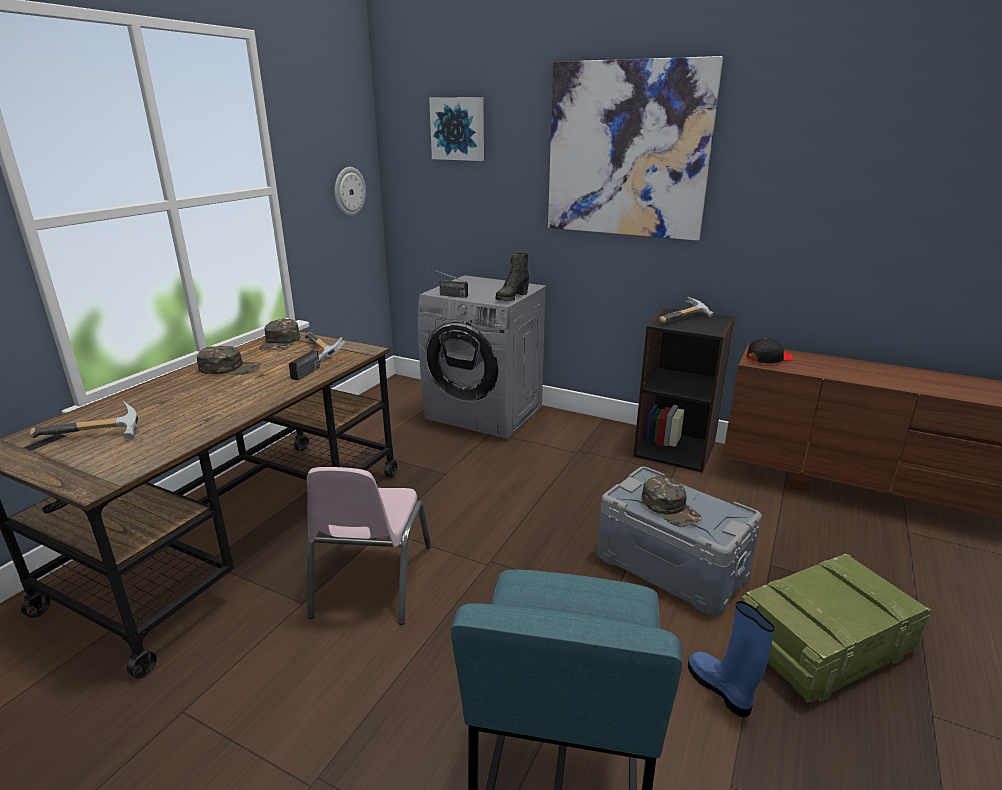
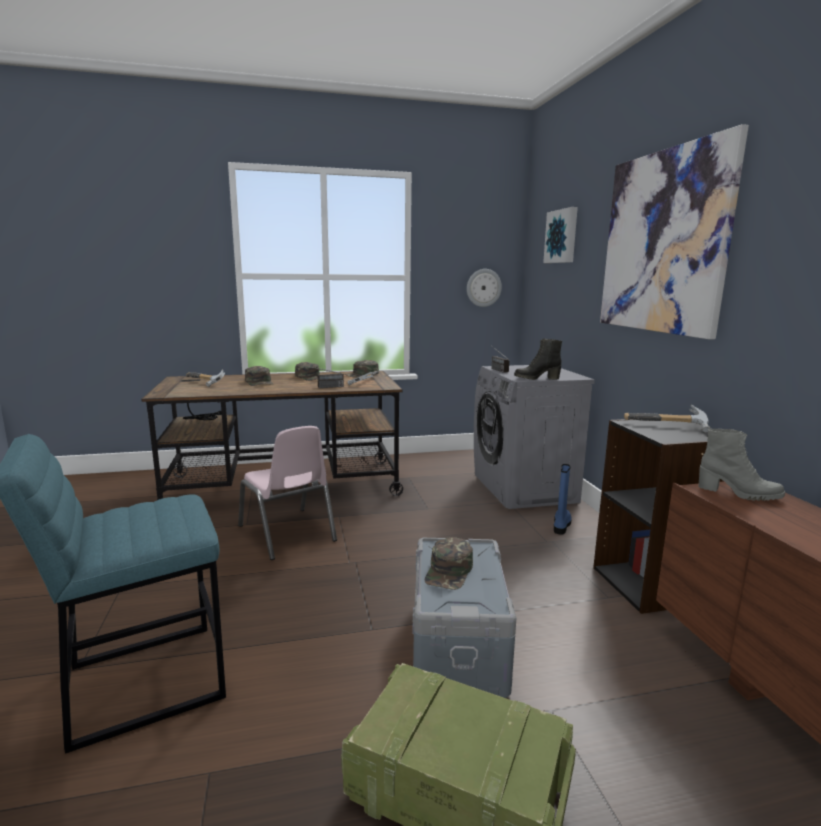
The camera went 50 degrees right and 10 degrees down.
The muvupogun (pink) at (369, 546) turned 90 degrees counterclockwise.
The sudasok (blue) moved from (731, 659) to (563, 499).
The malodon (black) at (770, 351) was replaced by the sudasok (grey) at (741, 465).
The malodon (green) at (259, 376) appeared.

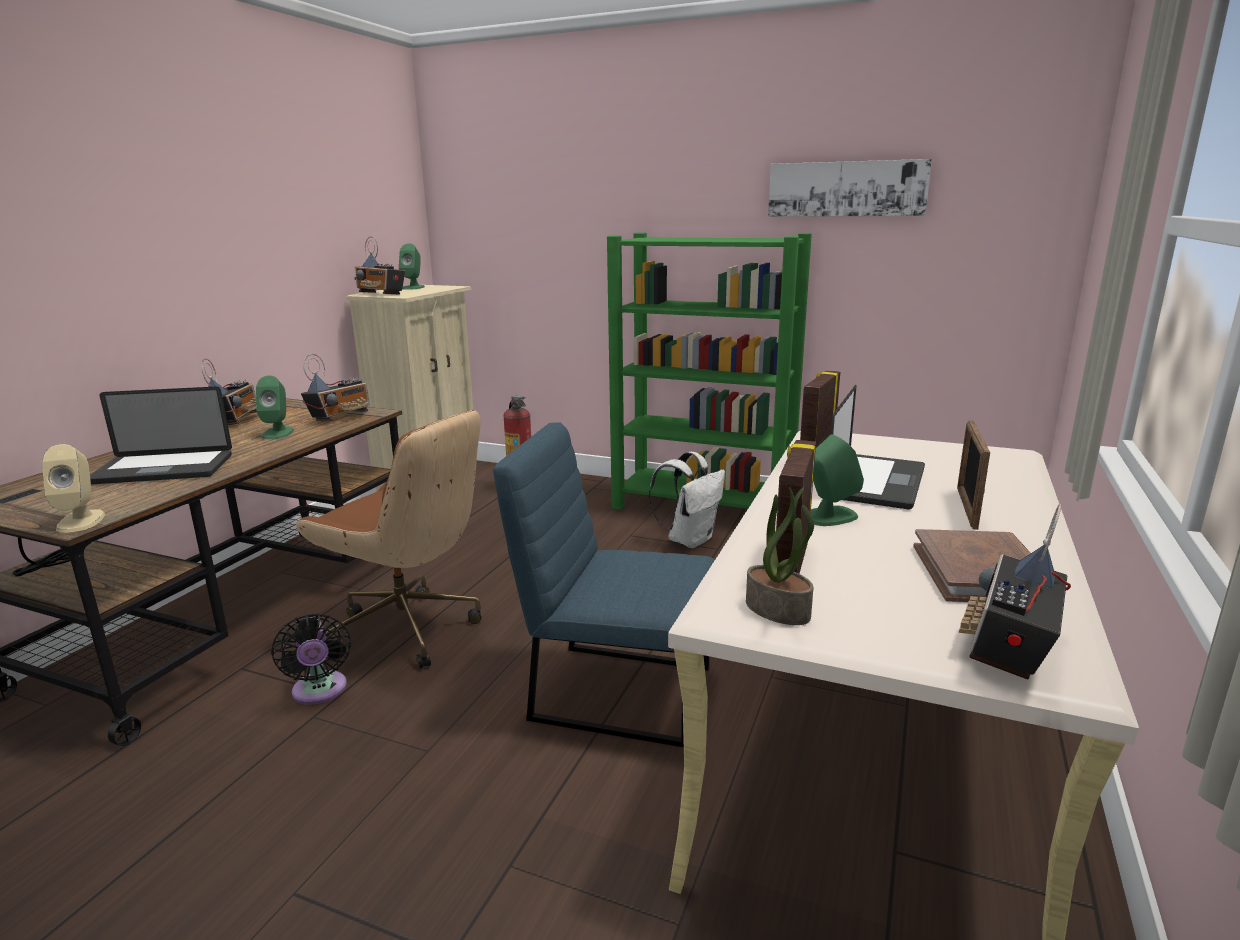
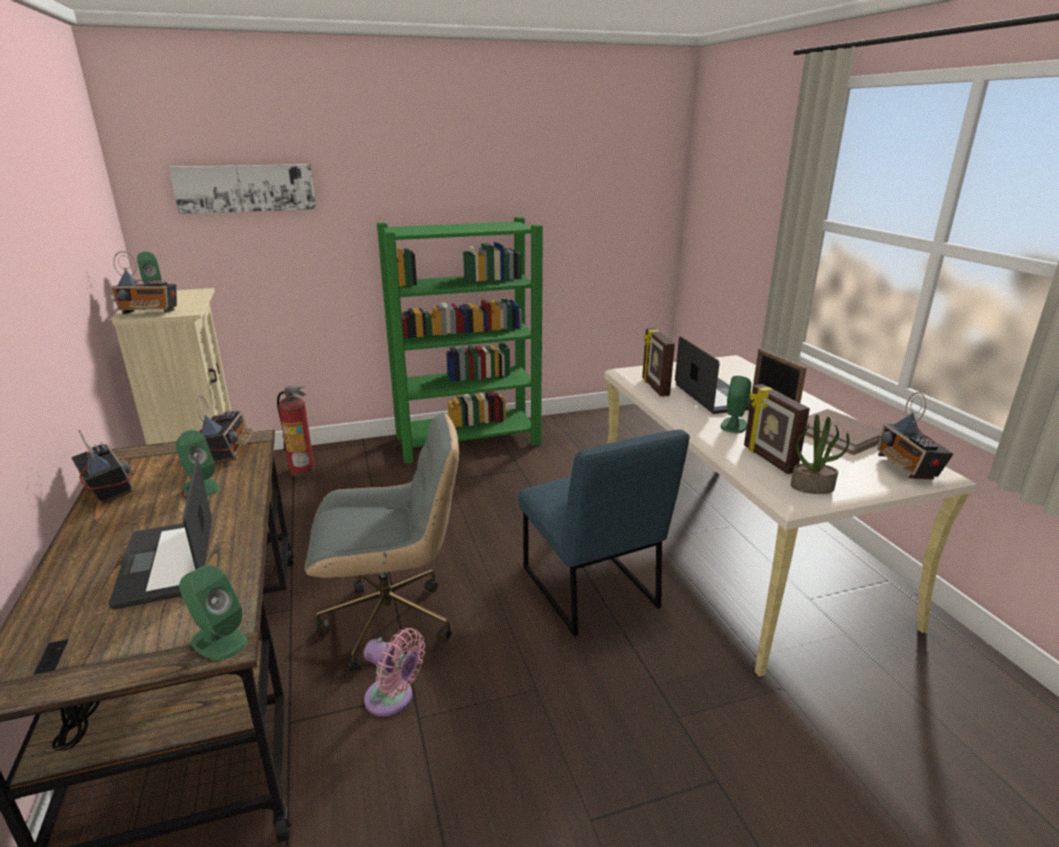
The camera went 40 degrees left and 5 degrees up.
The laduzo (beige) at (73, 488) became the laduzo (green) at (213, 612).
The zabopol at (161, 436) turned 120 degrees clockwise.
The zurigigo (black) at (311, 658) became the zurigigo (pink) at (394, 672).
The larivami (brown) at (388, 539) became the larivami (grey) at (382, 542).
The muvupogun (blue) at (604, 584) turned 90 degrees counterclockwise.
The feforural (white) at (687, 500) disappeared.
The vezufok moved from (850, 188) to (242, 189).

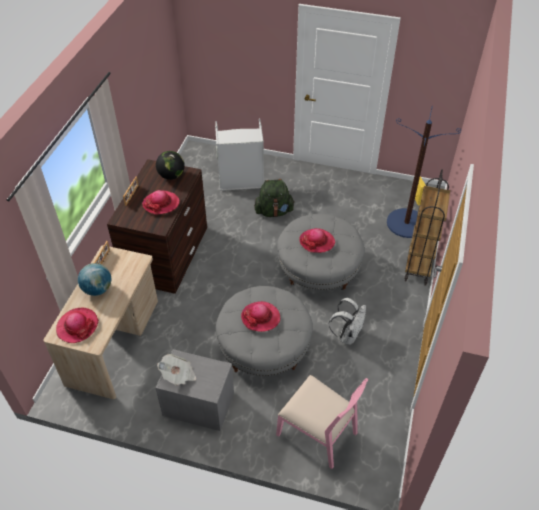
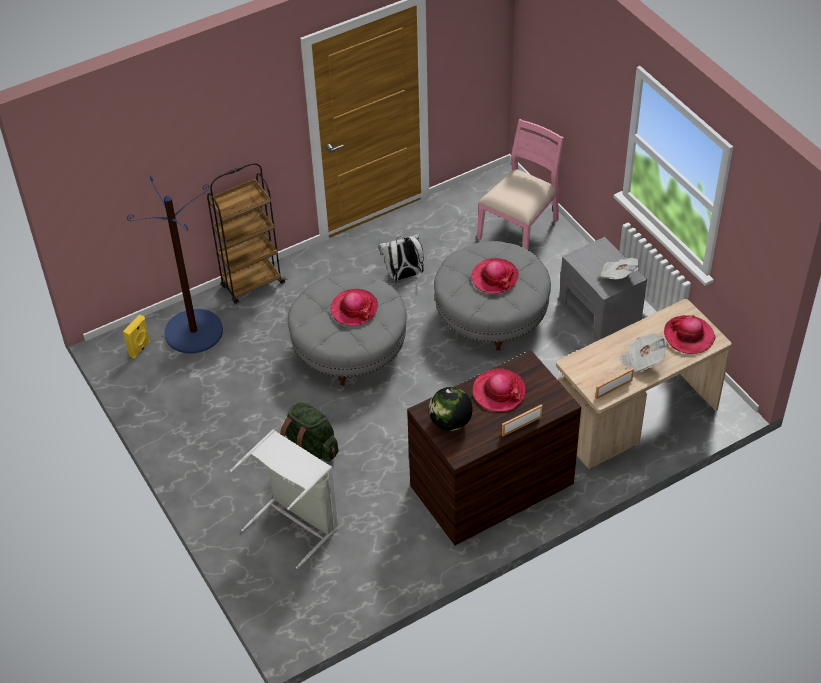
The camera went 135 degrees left and 0 degrees up.
The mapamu at (94, 279) was replaced by the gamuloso at (643, 353).
The muvupogun (pink) at (322, 422) turned 45 degrees clockwise.

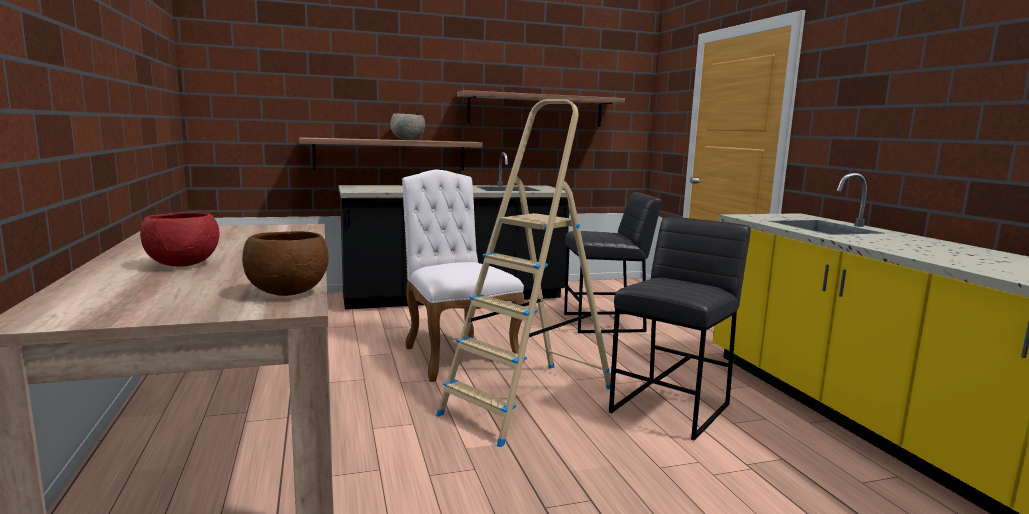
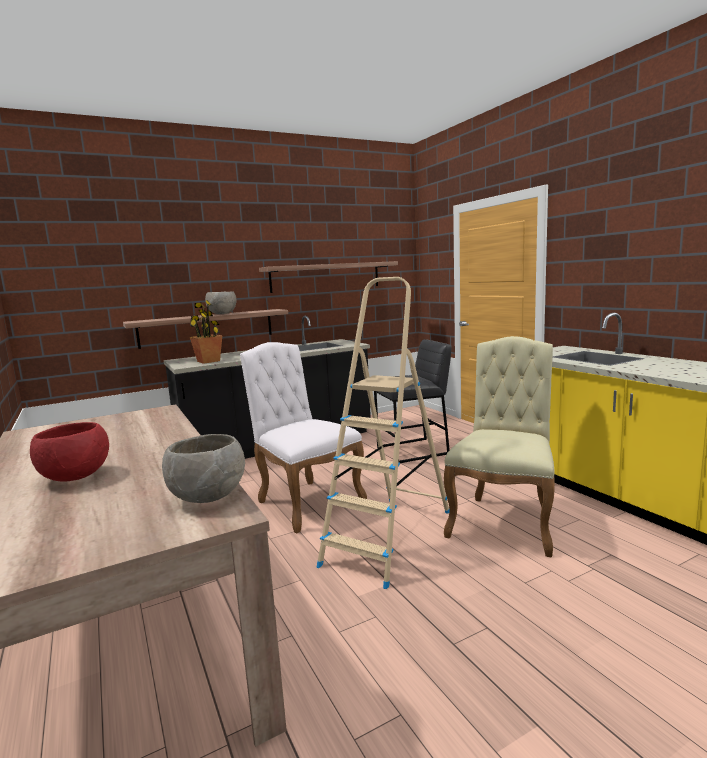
The camera went 10 degrees left and 0 degrees up.
The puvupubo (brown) at (285, 263) became the puvupubo (grey) at (203, 468).
The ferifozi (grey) at (680, 328) was replaced by the muvupogun (beige) at (499, 446).
The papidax at (206, 332) appeared.

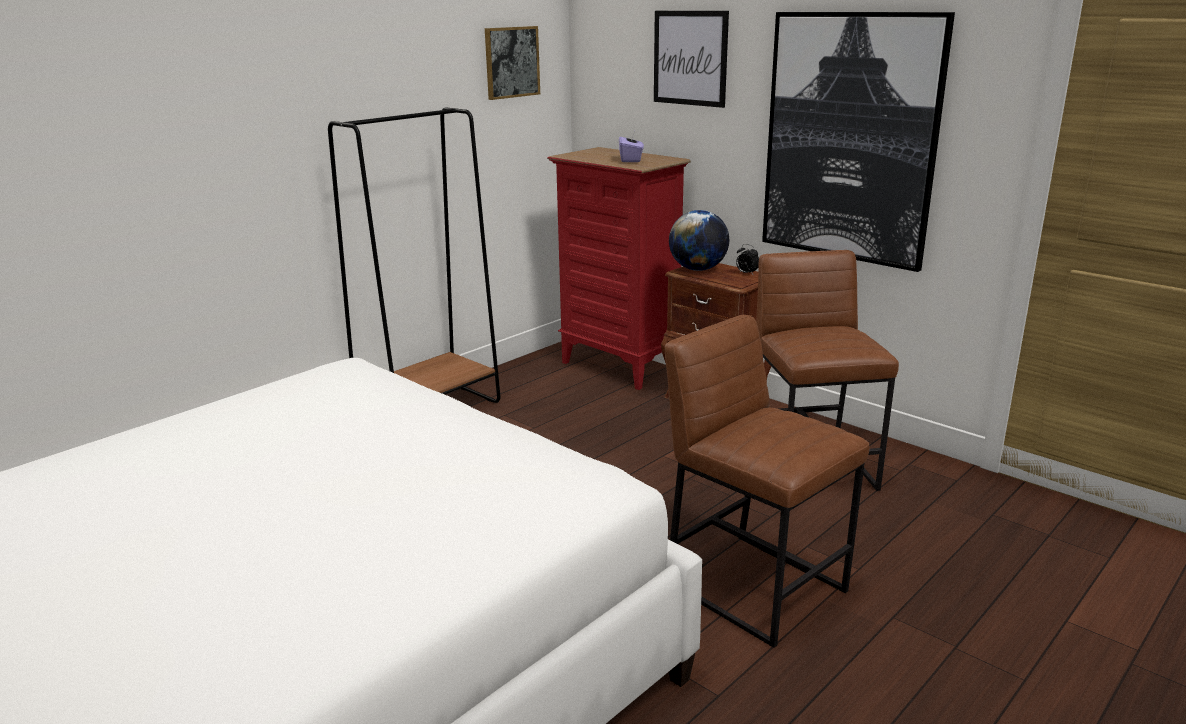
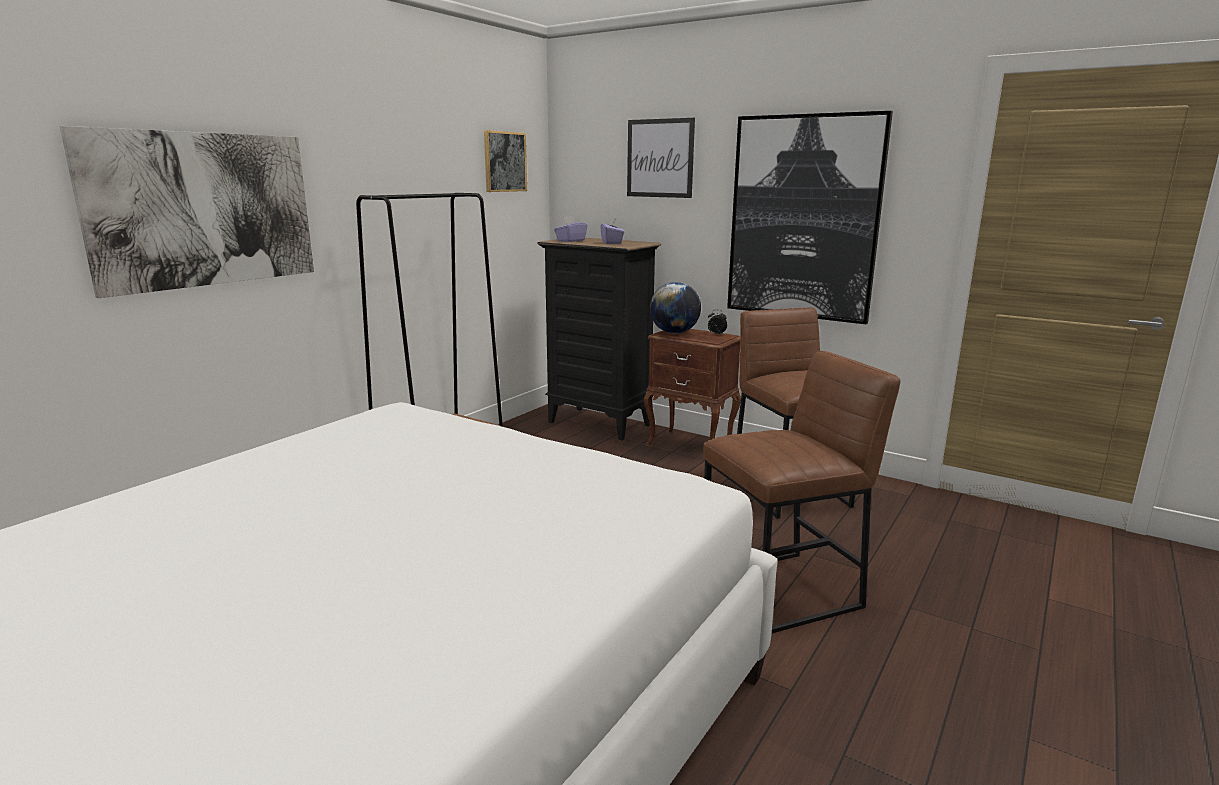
The camera went 10 degrees left and 5 degrees down.
The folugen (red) at (619, 268) became the folugen (black) at (599, 339).
The muvupogun (brown) at (767, 481) turned 120 degrees clockwise.
The vezufok at (187, 212) appeared.
The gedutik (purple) at (571, 229) appeared.

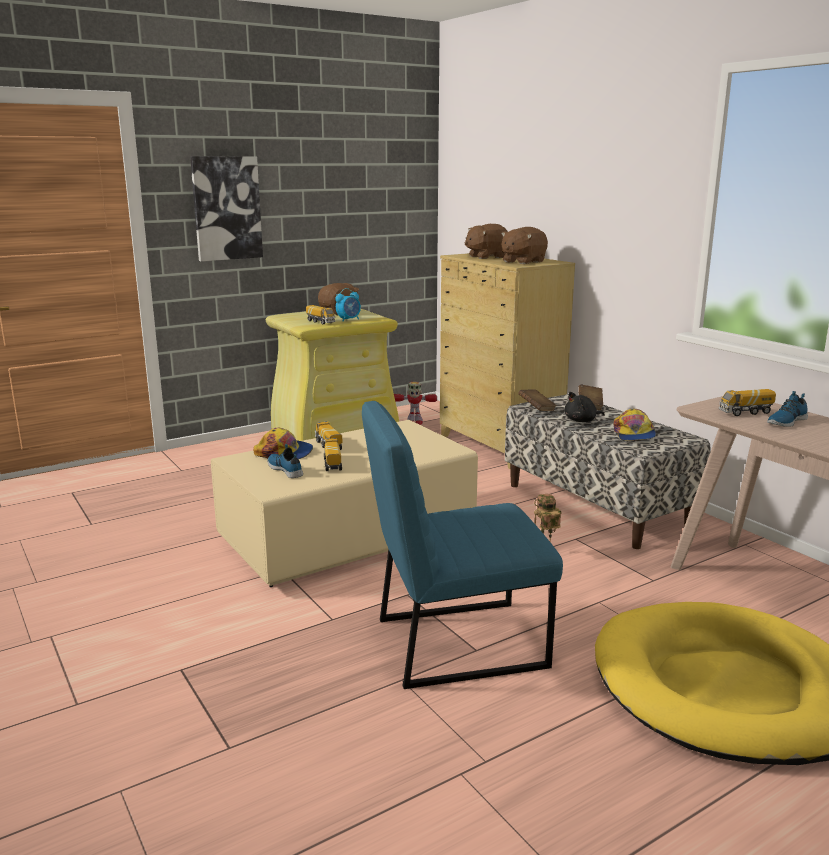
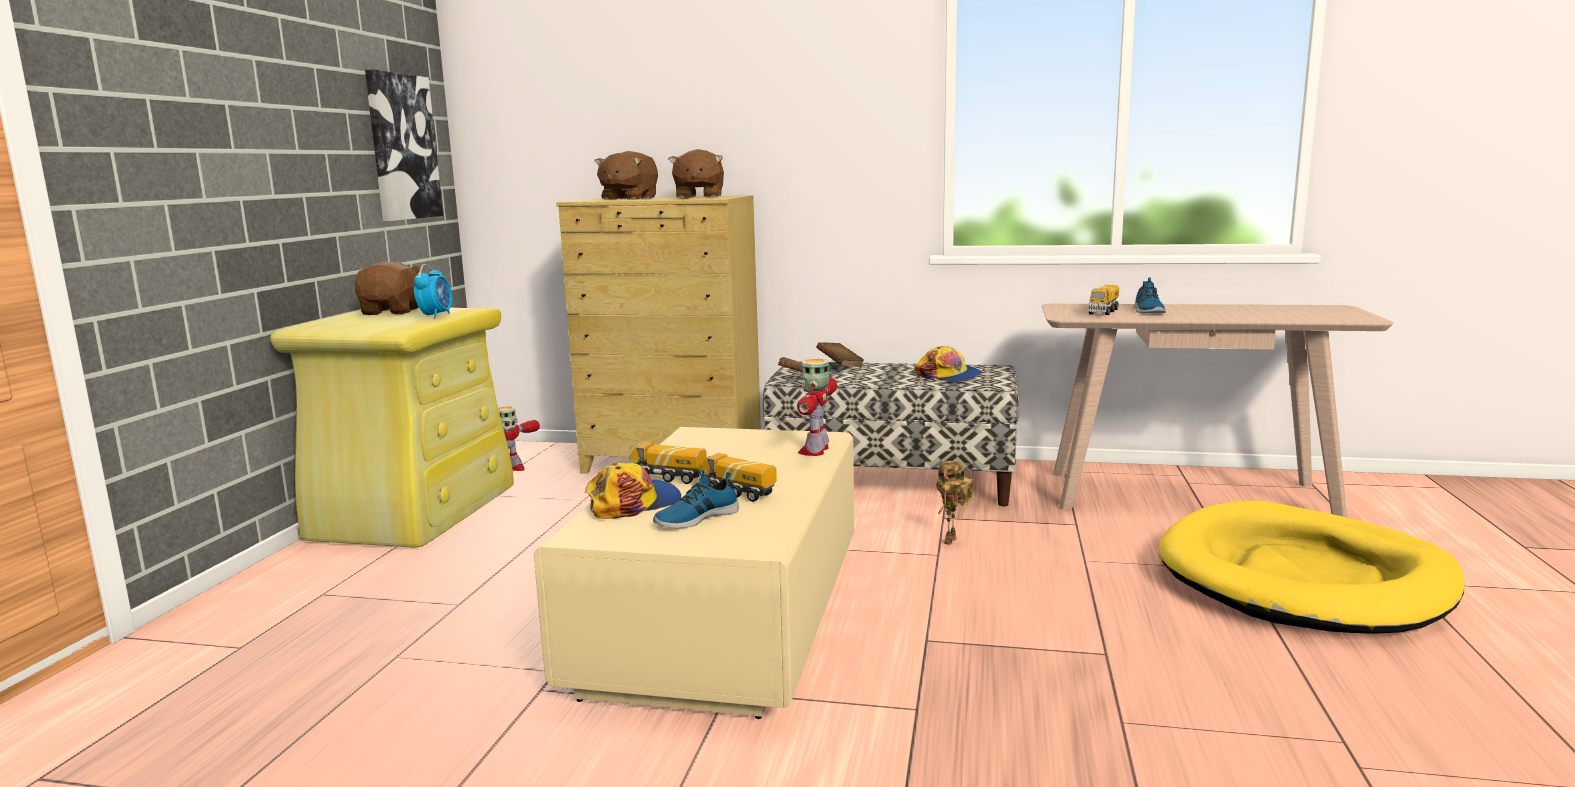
The camera went 45 degrees left and 5 degrees down.
The vezufok moved from (226, 208) to (404, 145).
The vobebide at (285, 461) turned 45 degrees counterclockwise.
The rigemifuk at (321, 314) disappeared.
The muvupogun (blue) at (462, 545) disappeared.
The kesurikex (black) at (584, 407) disappeared.
The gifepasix at (817, 407) appeared.

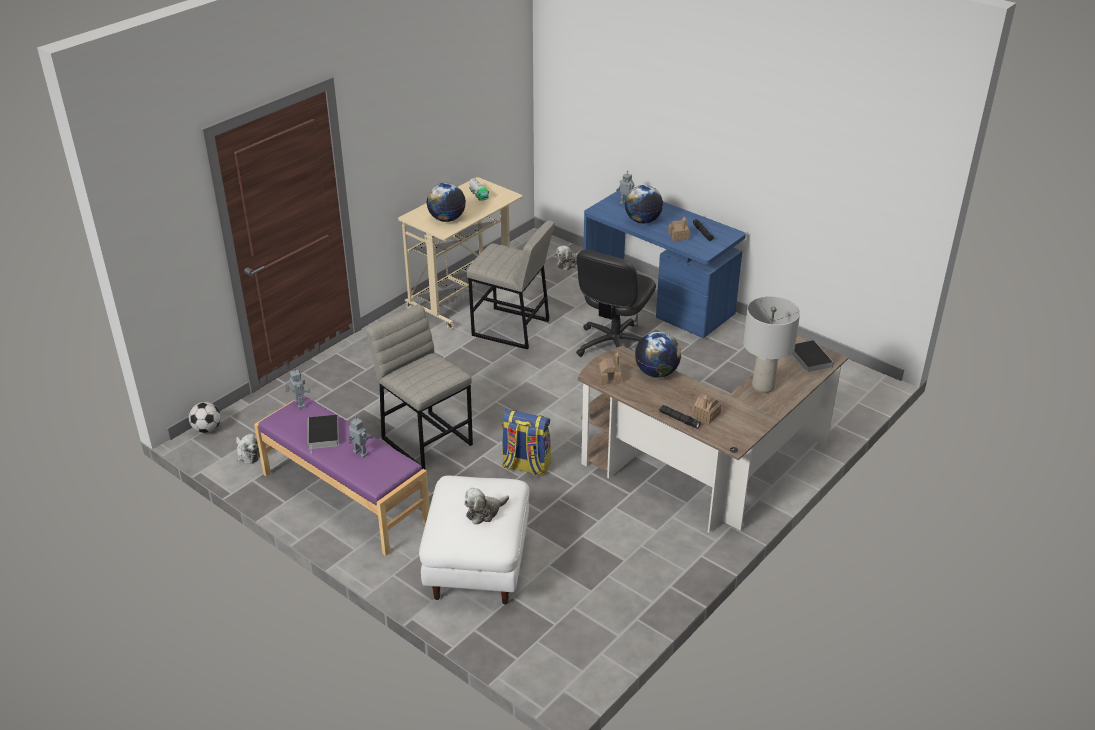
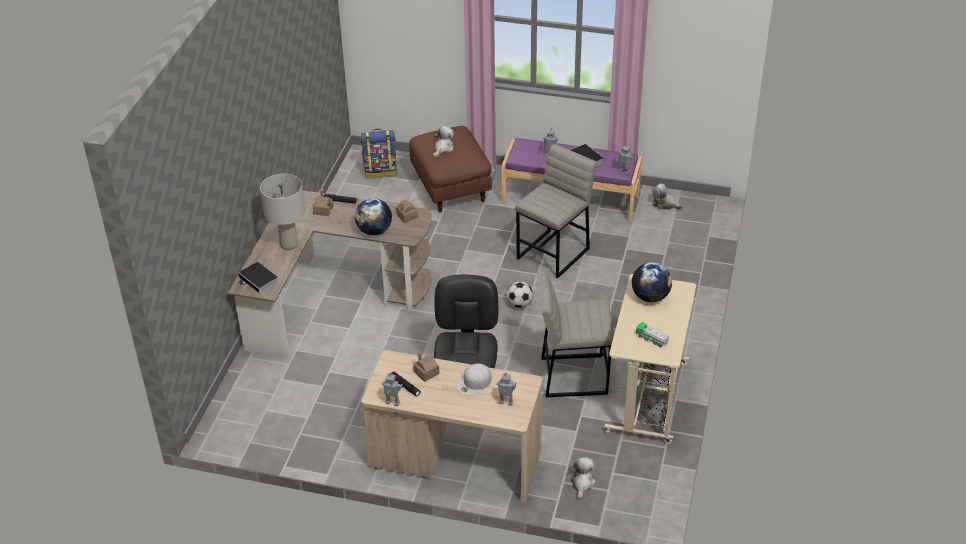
The camera went 155 degrees right and 5 degrees up.
The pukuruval moved from (205, 417) to (520, 295).
The muvupogun (grey) at (419, 387) turned 75 degrees counterclockwise.
The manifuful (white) at (474, 540) became the manifuful (brown) at (450, 169).
The feforural moved from (526, 443) to (379, 153).
The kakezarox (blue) at (665, 264) became the kakezarox (beige) at (452, 426).
The mapamu at (644, 204) was replaced by the malodon (white) at (474, 379).
The gifepasix at (392, 389) appeared.

